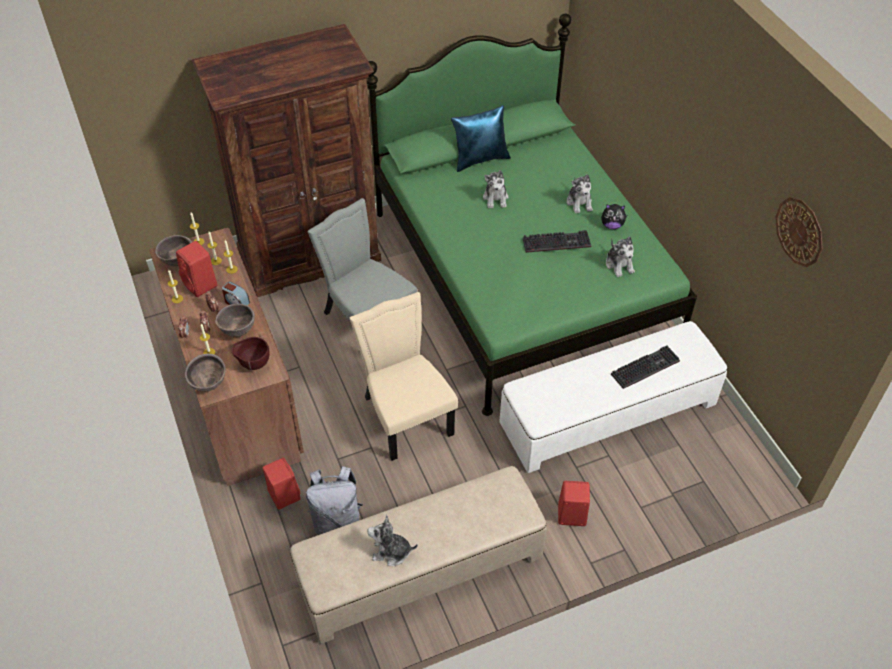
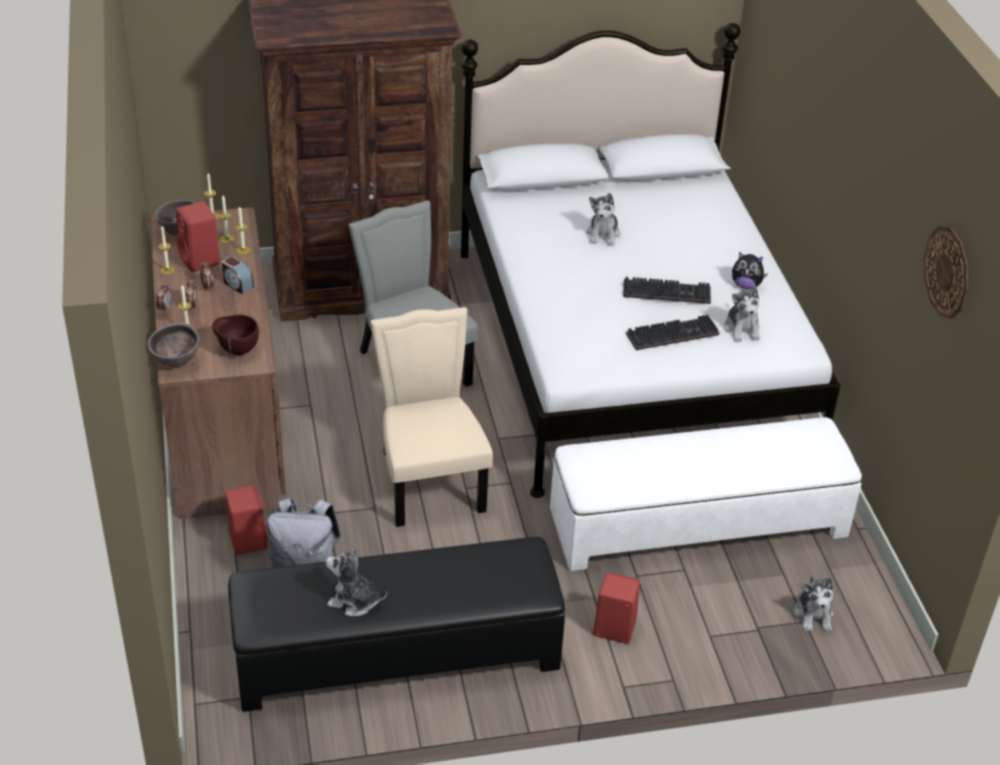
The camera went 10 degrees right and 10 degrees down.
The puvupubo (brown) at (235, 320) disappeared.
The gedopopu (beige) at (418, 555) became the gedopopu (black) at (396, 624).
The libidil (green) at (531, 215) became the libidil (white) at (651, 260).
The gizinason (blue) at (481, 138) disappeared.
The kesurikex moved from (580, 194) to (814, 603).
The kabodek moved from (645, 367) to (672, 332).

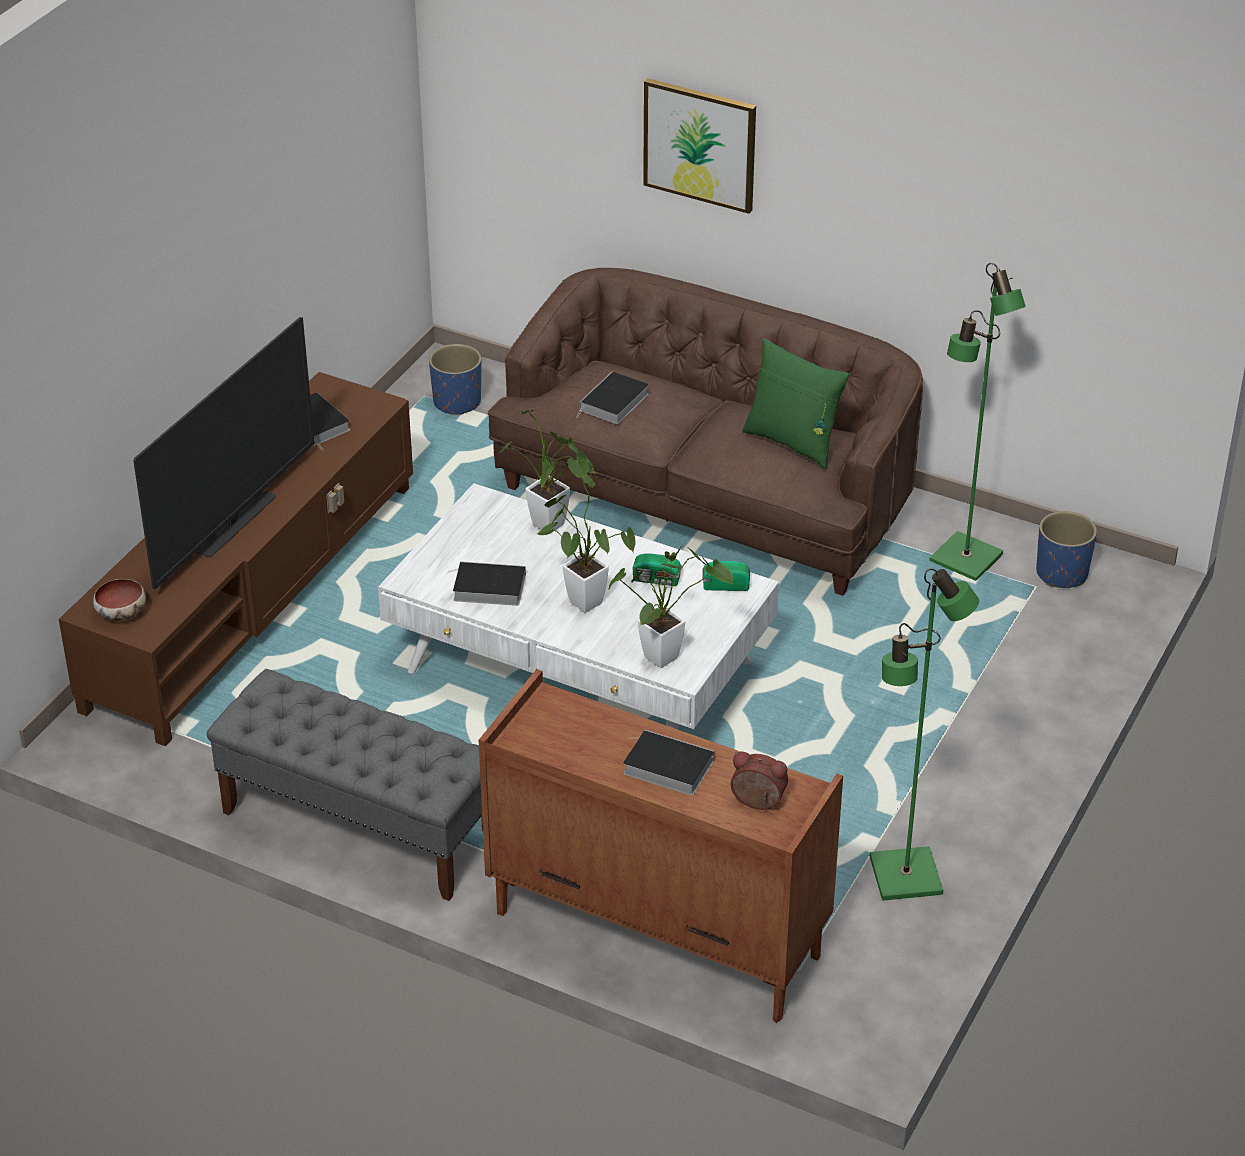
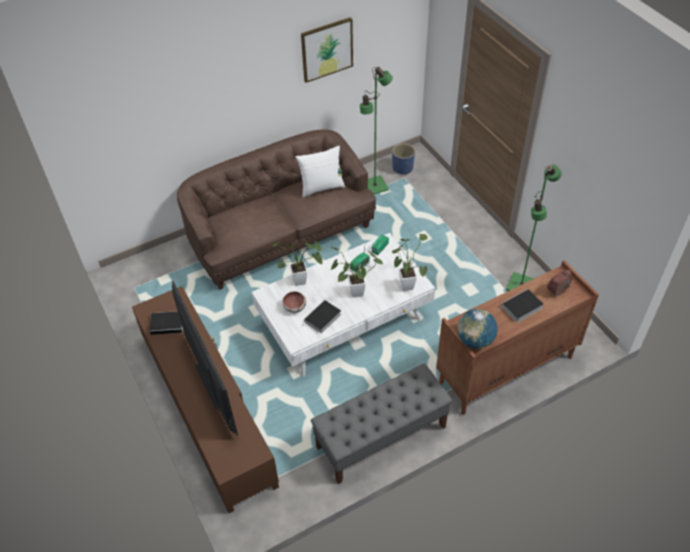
The camera went 55 degrees left and 10 degrees up.
The puvupubo moved from (119, 599) to (294, 302).
The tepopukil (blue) at (455, 379) disappeared.
The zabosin at (612, 398) disappeared.
The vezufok moved from (699, 146) to (327, 50).
The gizinason (green) at (795, 403) became the gizinason (white) at (320, 172).
The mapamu at (477, 329) appeared.

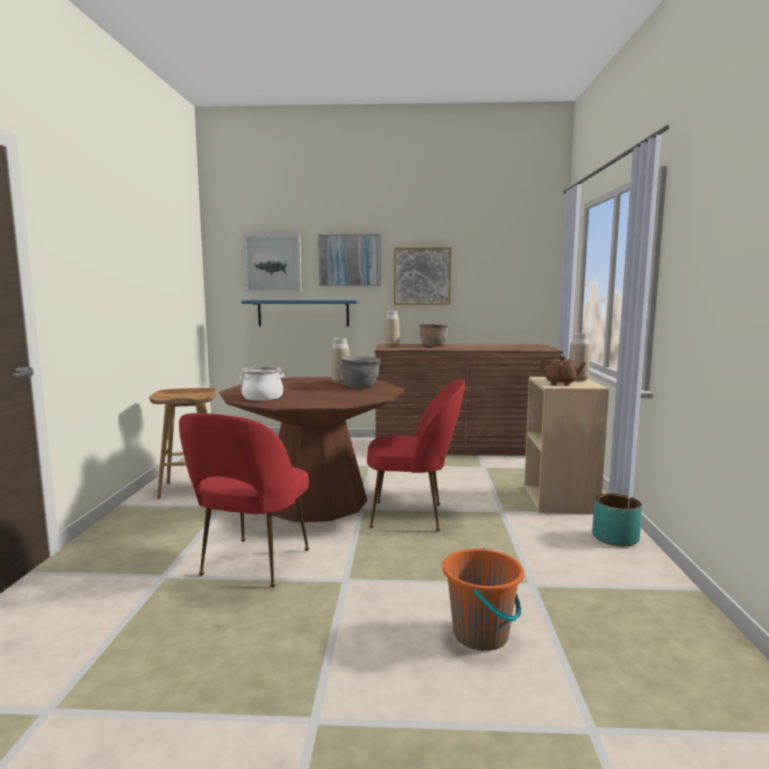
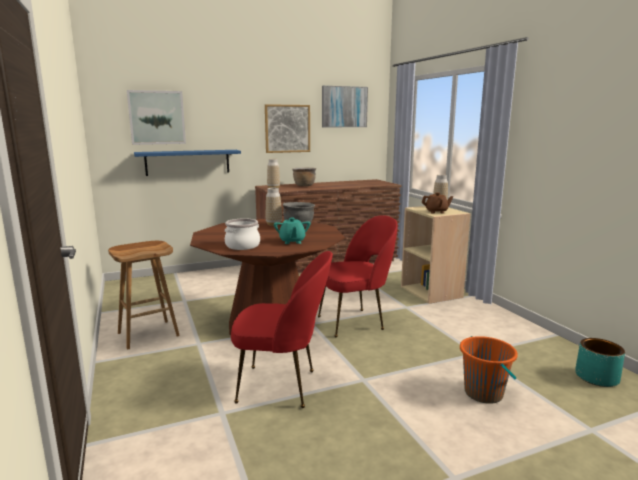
The camera went 25 degrees left and 5 degrees up.
The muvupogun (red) at (244, 500) turned 75 degrees counterclockwise.
The vezufok moved from (349, 260) to (345, 106).
The tepopukil (turquoise) moved from (617, 520) to (600, 362).
The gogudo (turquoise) at (292, 230) appeared.

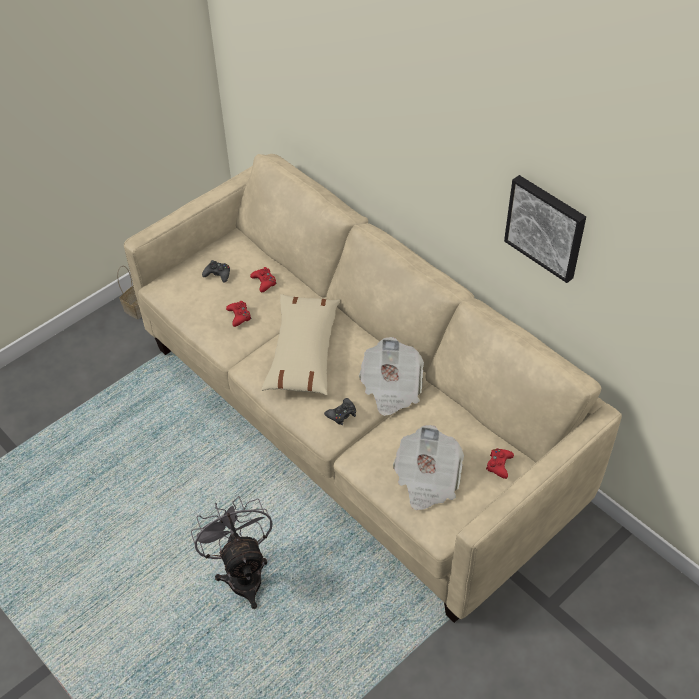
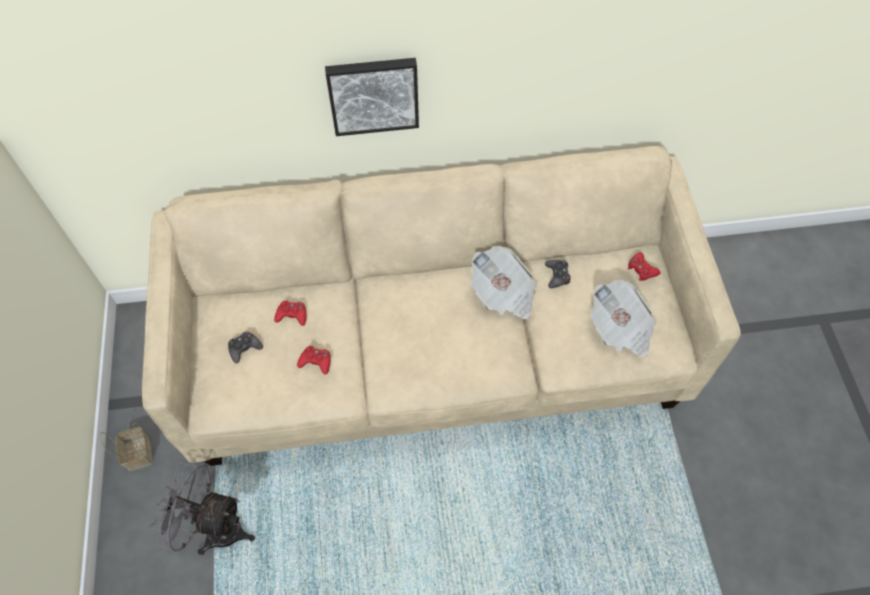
The camera went 55 degrees left and 10 degrees up.
The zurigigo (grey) moved from (231, 552) to (202, 509).
The gizinason (beige) at (301, 344) disappeared.
The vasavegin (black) moved from (340, 411) to (557, 274).
The vezufok moved from (545, 229) to (372, 97).

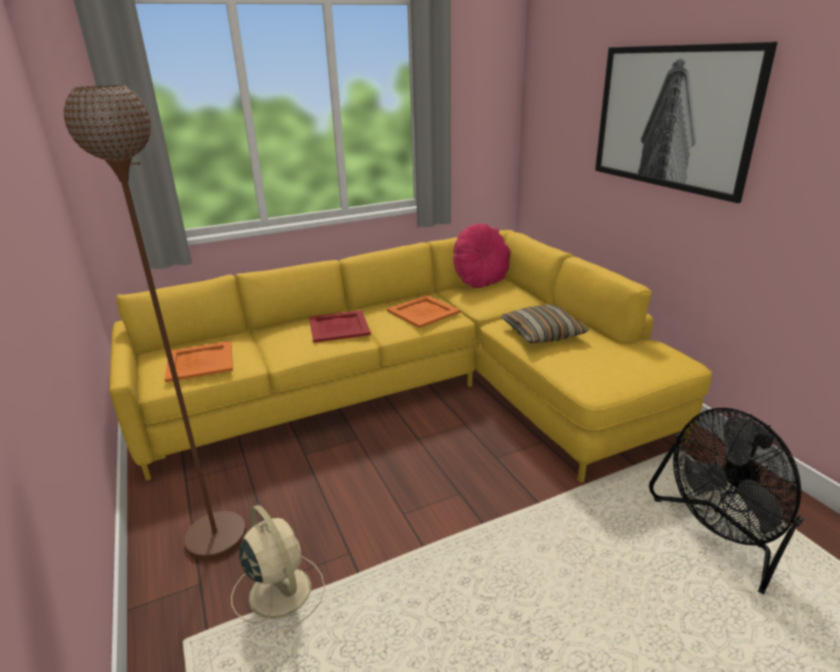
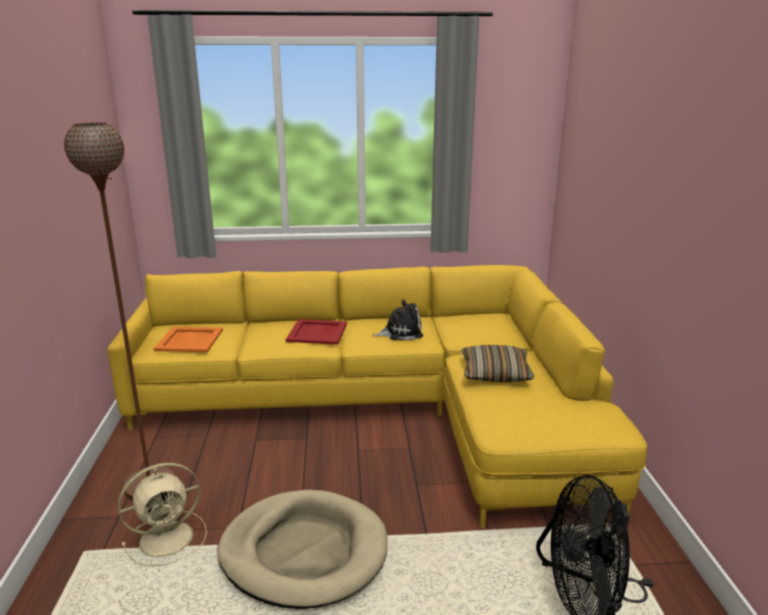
The camera went 20 degrees right and 5 degrees down.
The zurigigo (beige) at (278, 570) turned 75 degrees clockwise.
The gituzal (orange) at (424, 311) was replaced by the kesurikex at (398, 320).
The gizinason (pink) at (481, 256) disappeared.
The vezufok at (686, 122) disappeared.
The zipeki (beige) at (302, 549) appeared.

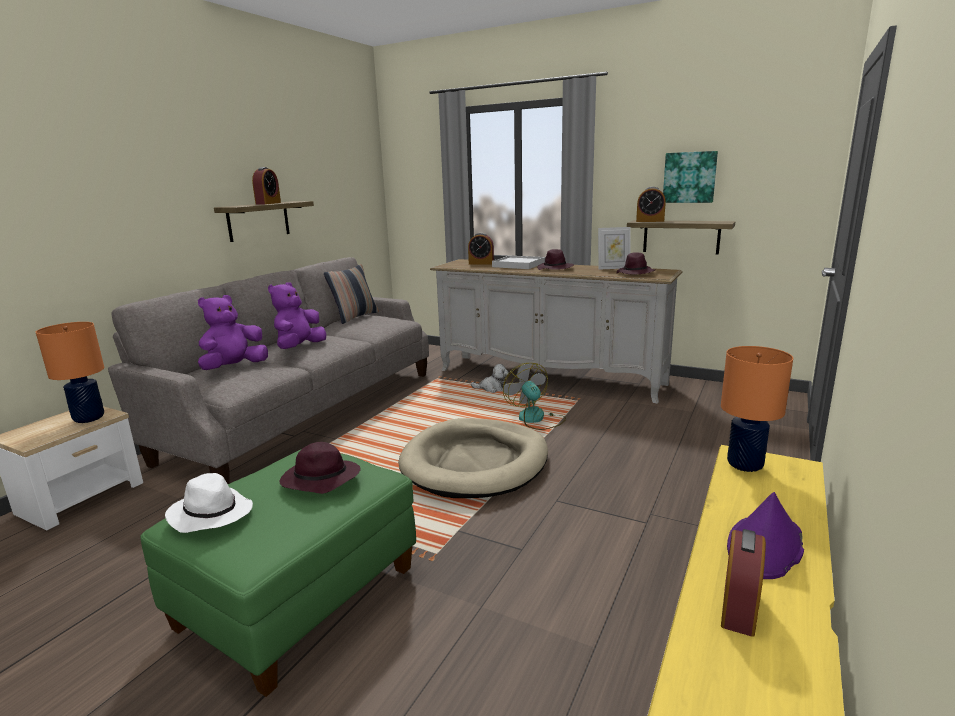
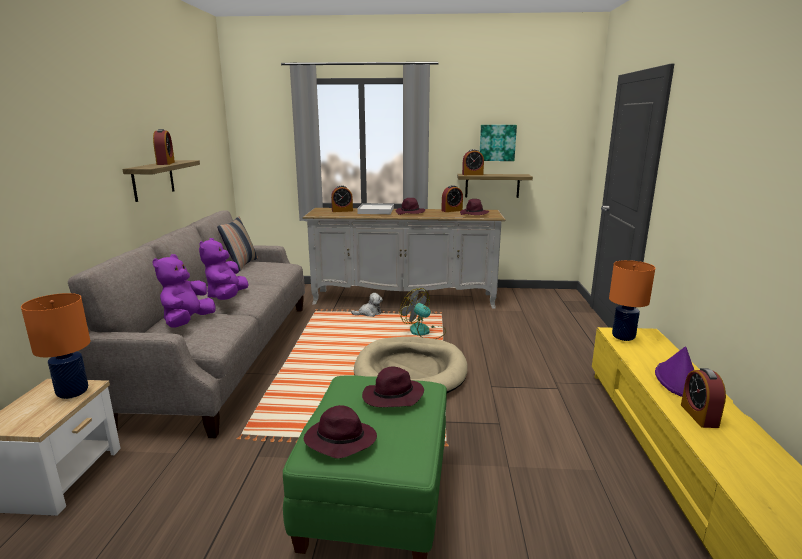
The camera went 25 degrees left and 0 degrees up.
The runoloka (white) at (209, 503) became the runoloka (purple) at (340, 431).
The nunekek at (614, 248) was replaced by the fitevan at (452, 198).

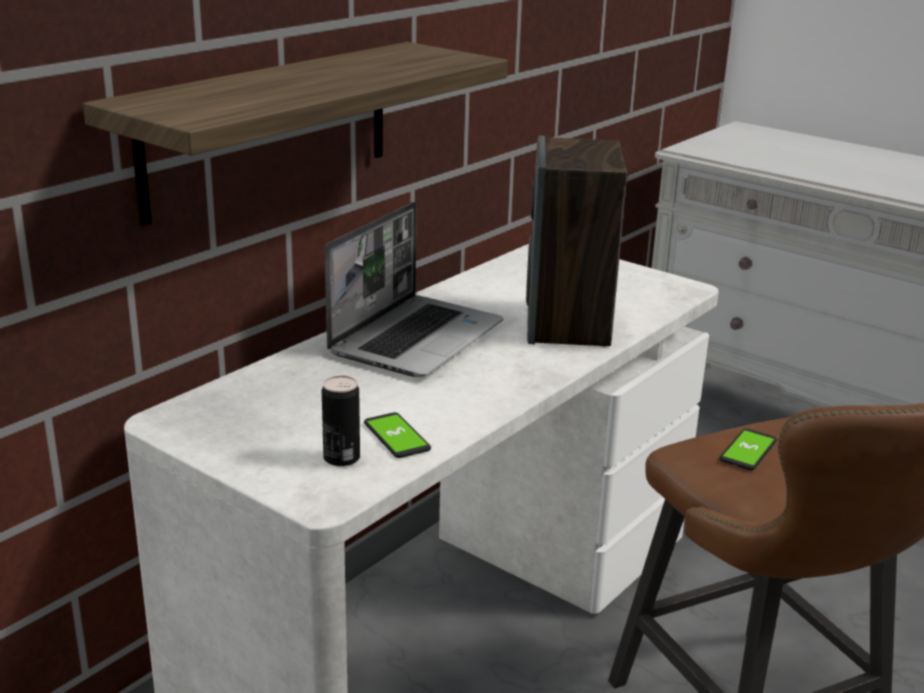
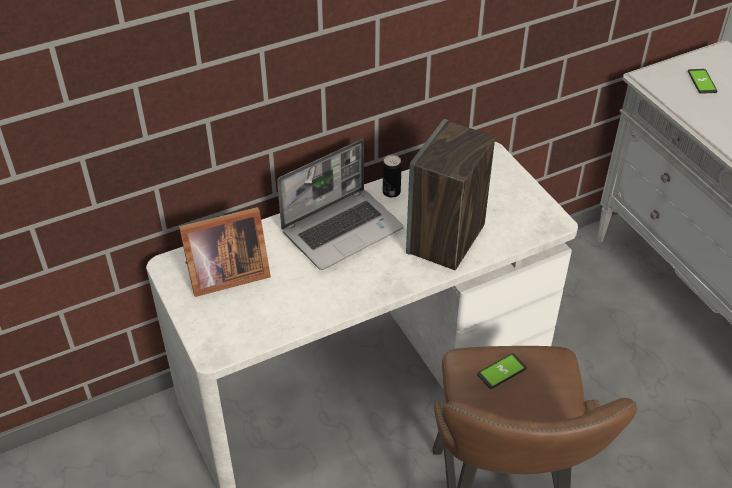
The camera went 25 degrees right and 20 degrees up.
The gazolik at (295, 134) disappeared.
The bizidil moved from (341, 421) to (392, 176).
The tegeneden moved from (397, 435) to (702, 81).
The nunekek at (225, 252) appeared.

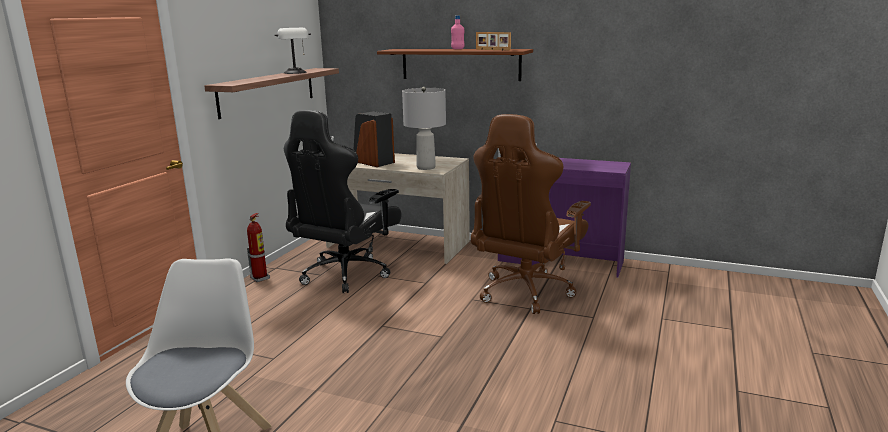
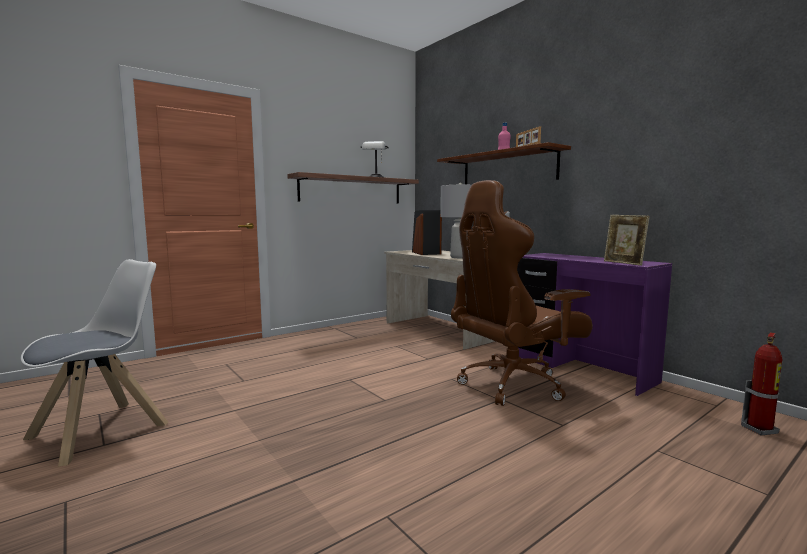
The camera went 30 degrees right and 10 degrees down.
The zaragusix moved from (258, 247) to (761, 383).
The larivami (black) at (343, 201) disappeared.
The nunekek at (627, 240) appeared.

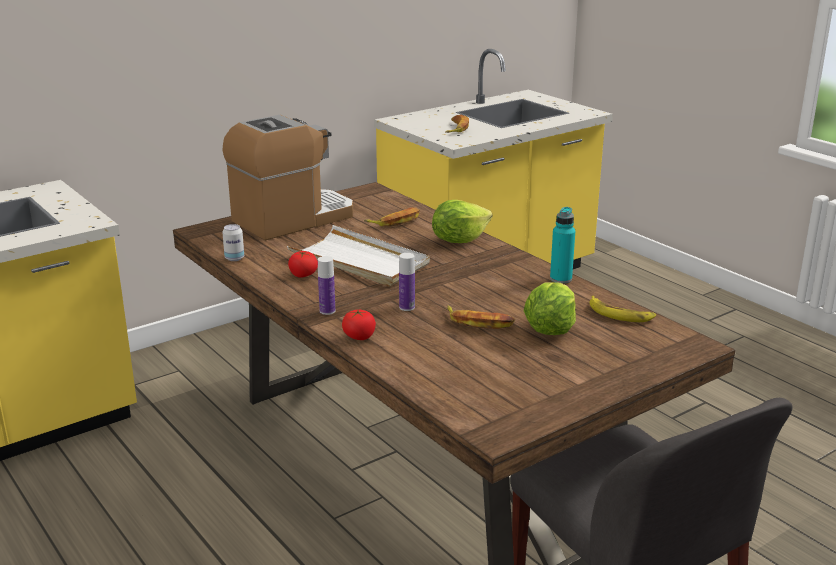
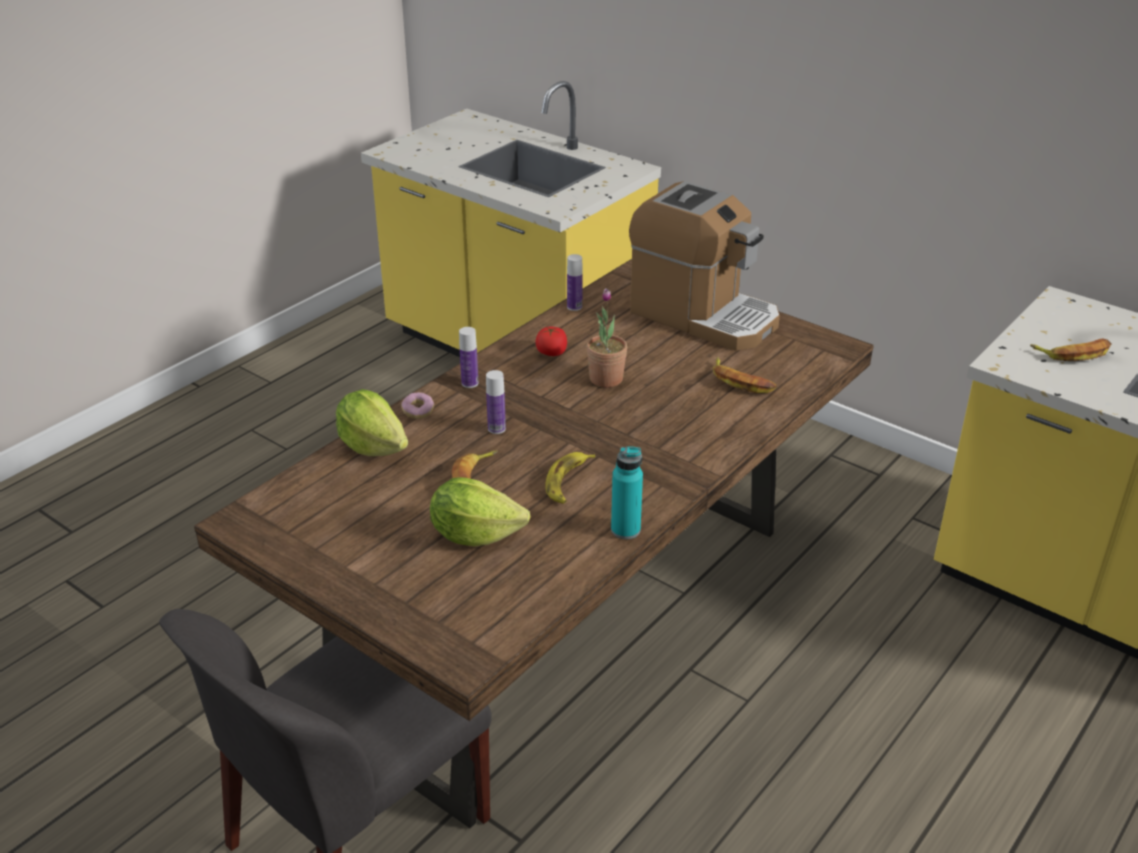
The camera went 75 degrees right and 10 degrees up.
The bizidil at (233, 242) was replaced by the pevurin at (575, 282).
The gituzal (white) at (358, 255) was replaced by the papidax at (607, 338).
The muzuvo at (359, 324) was replaced by the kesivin at (417, 405).
The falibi moved from (462, 221) to (372, 422).
The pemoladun moved from (622, 309) to (570, 478).

